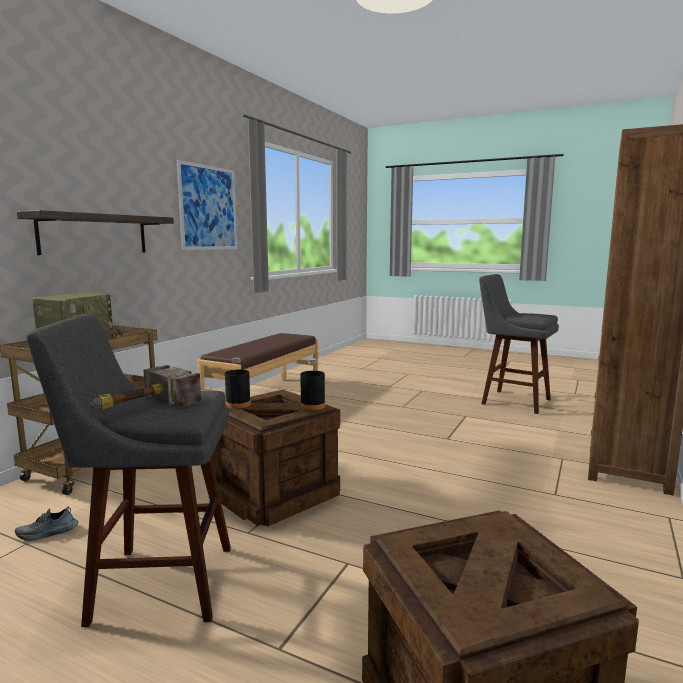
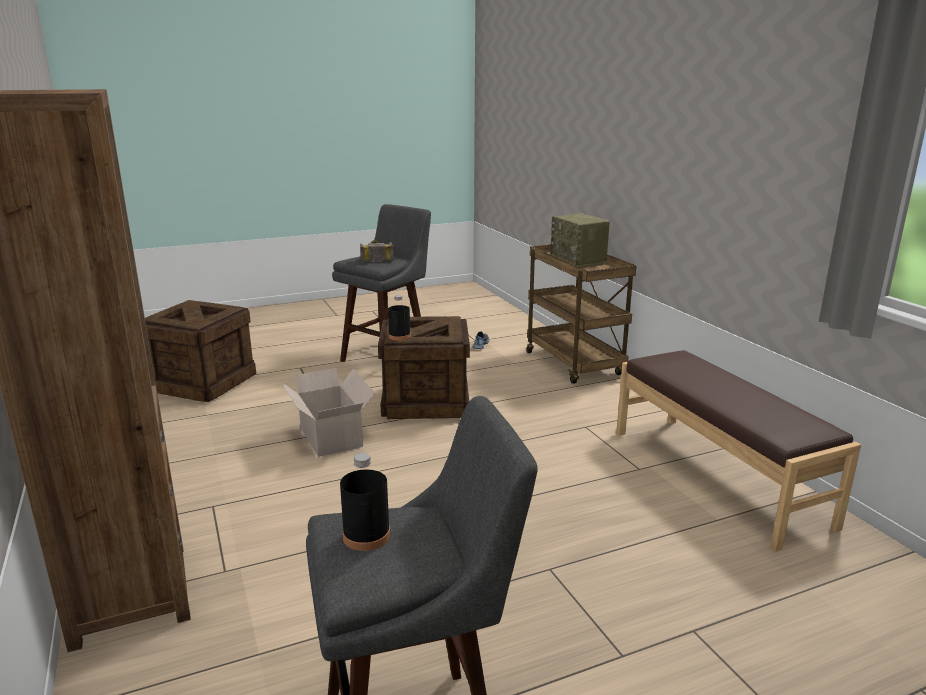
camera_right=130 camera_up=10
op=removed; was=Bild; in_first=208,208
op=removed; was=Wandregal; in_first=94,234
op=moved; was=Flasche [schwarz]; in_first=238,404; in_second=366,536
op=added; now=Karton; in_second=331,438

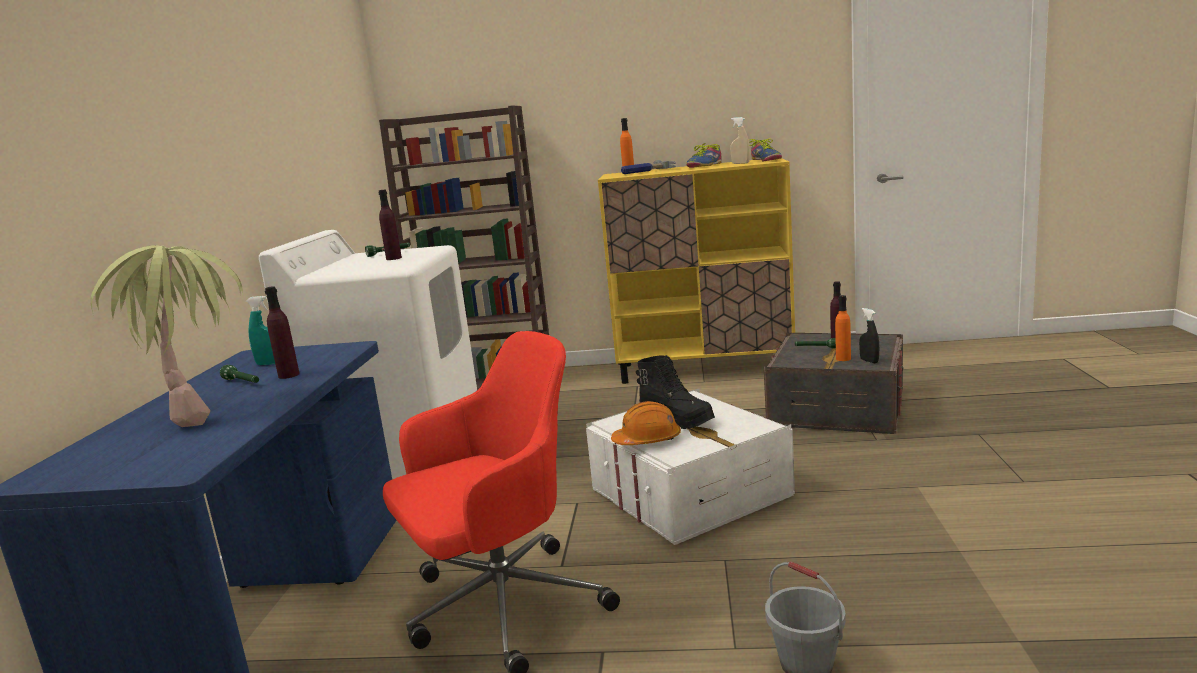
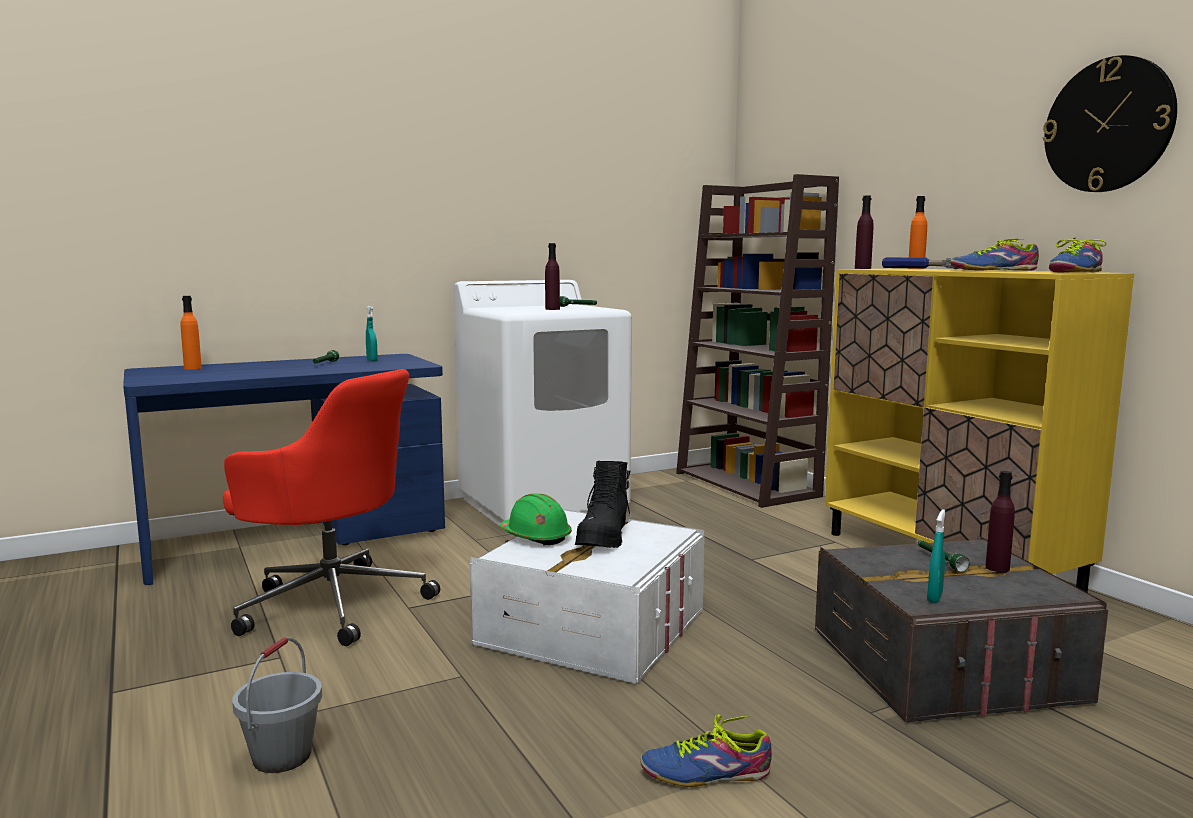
camera_right=55 camera_up=-5
op=removed; was=Sprühflasche [beige]; in_first=740,163
op=removed; was=Topfpflanze; in_first=202,412
op=moved; was=Flasche [lila]; in_first=289,375; in_second=862,268
op=moved; was=Flasche [orange]; in_first=843,358; in_second=192,368
op=recoloured; was=Sprühflasche [schwarz]; now=Sprühflasche [türkis]; in_first=869,361; in_second=934,598
op=recoloured; was=Schutzhelm [orange]; now=Schutzhelm [grün]; in_first=647,440; in_second=536,537
op=added; now=Wanduhr; in_second=1108,125
op=added; now=Schuh; in_second=706,773

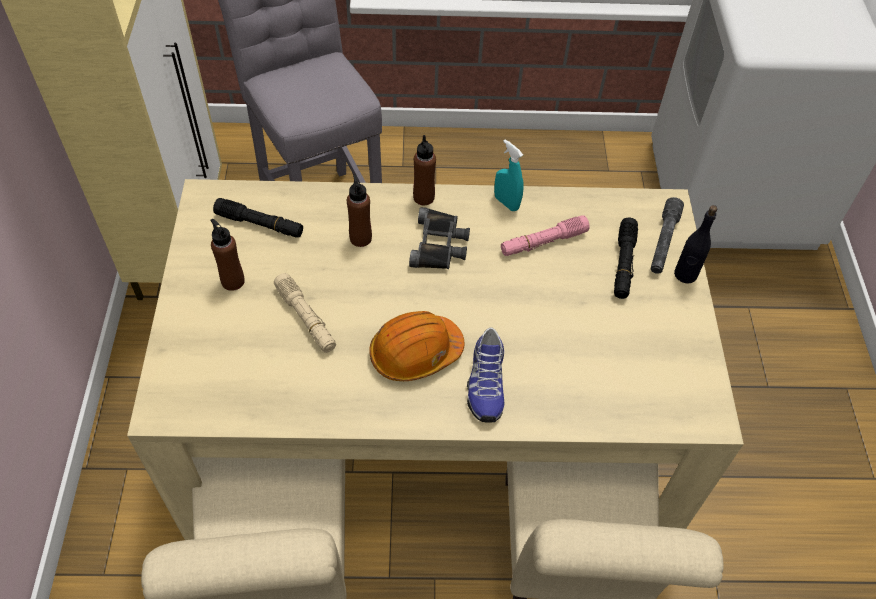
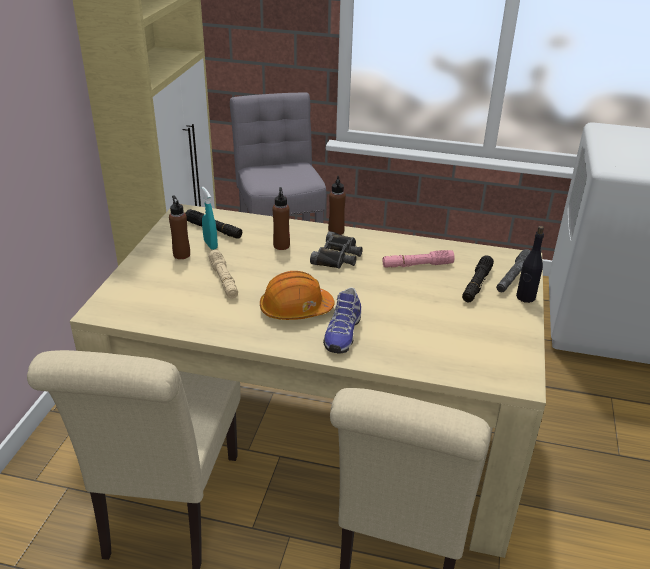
camera_right=15 camera_up=-20
op=moved; was=Sprühflasche [türkis]; in_first=506,203; in_second=210,244

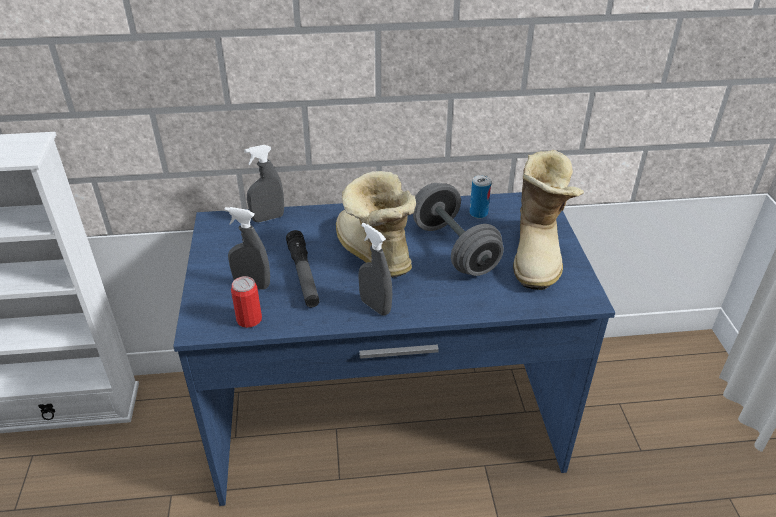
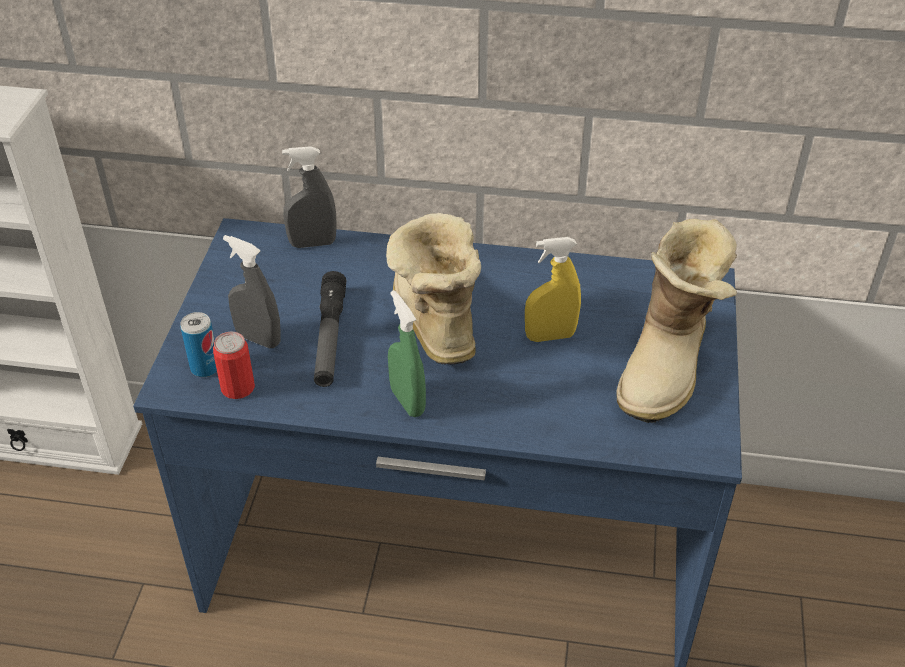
camera_right=15 camera_up=5
op=moved; was=Dose; in_first=478,213; in_second=205,367
op=replaced; was=Hantel [grau]; now=Sprühflasche [gelb]; in_first=454,249; in_second=550,336
op=recoloured; was=Sprühflasche [grau]; now=Sprühflasche [grün]; in_first=375,306; in_second=407,401

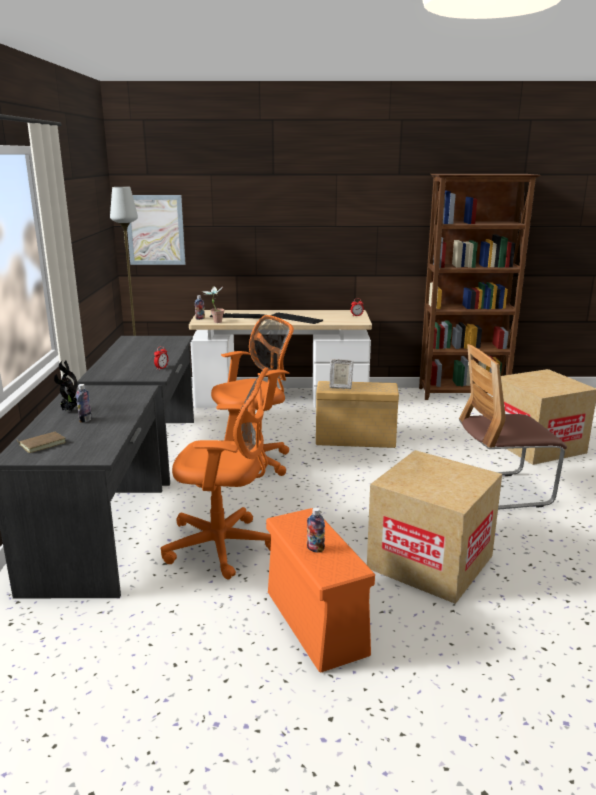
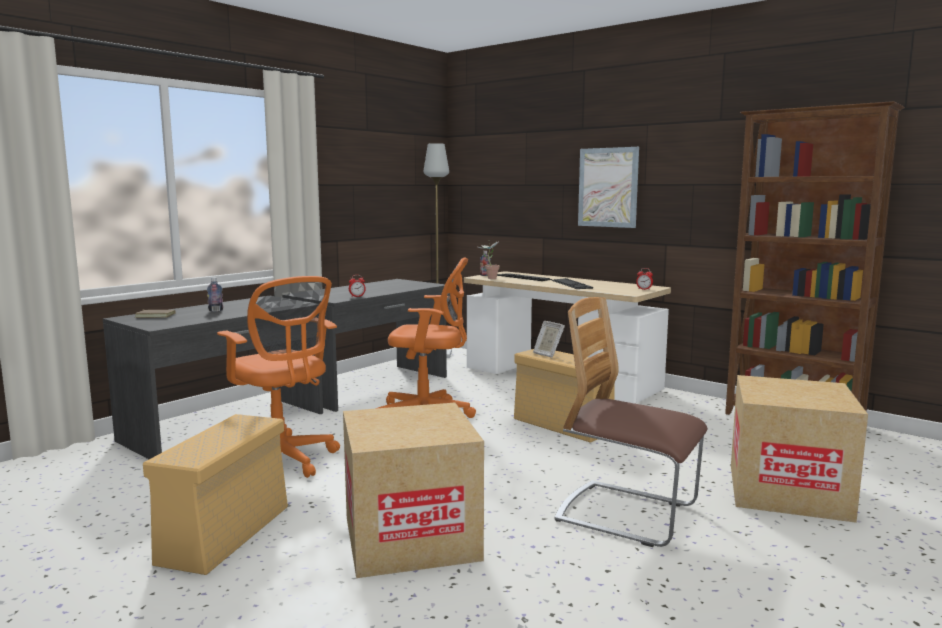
camera_right=40 camera_up=-10
op=moved; was=Bild; in_first=155,230; in_second=608,187
op=removed; was=Topfpflanze; in_first=69,410
op=removed; was=Flasche; in_first=315,549
op=recoloured; was=Aufbewahrungsbox [orange]; now=Aufbewahrungsbox [beige]; in_first=314,621; in_second=226,533

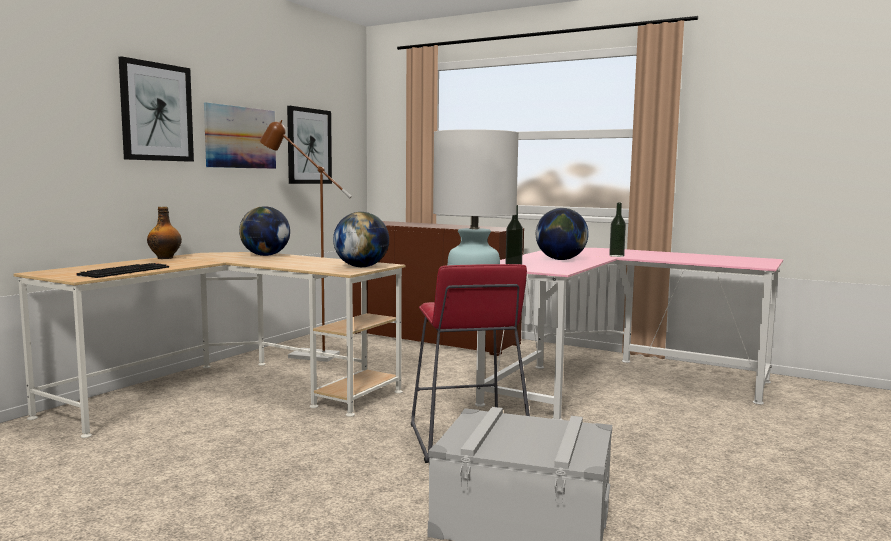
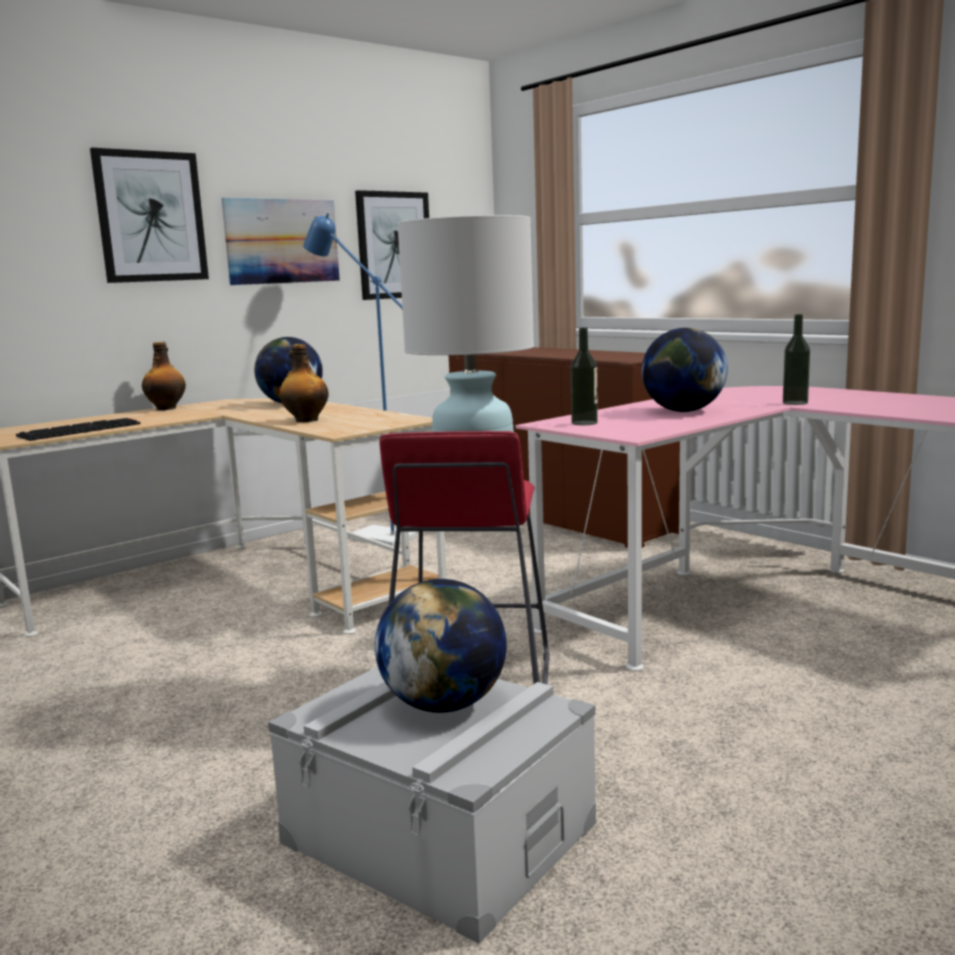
camera_right=20 camera_up=5
op=recoloured; was=Stehlampe [braun]; now=Stehlampe [blau]; in_first=305,355; in_second=372,536
op=moved; was=Globus; in_first=361,267; in_second=444,704
op=added; now=Flasche; in_second=305,420

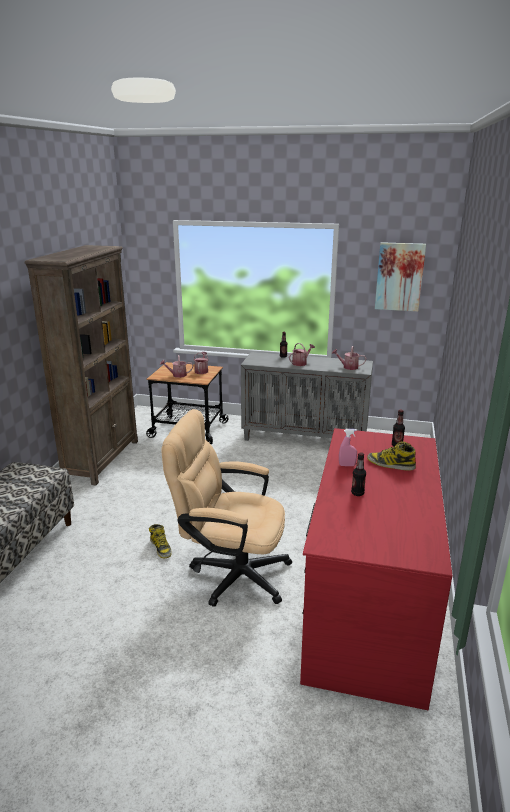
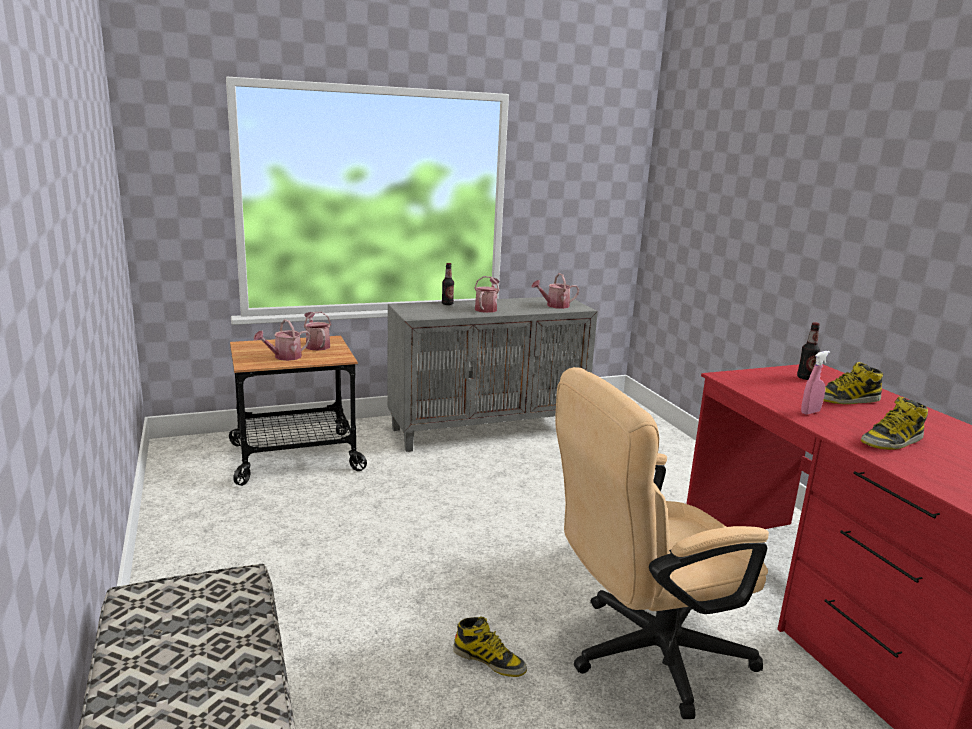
camera_right=-35 camera_up=-5
op=removed; was=Bild; in_first=399,277
op=removed; was=Bücherregal [braun]; in_first=102,459
op=replaced; was=Flasche; now=Stiefel; in_first=357,493; in_second=892,441

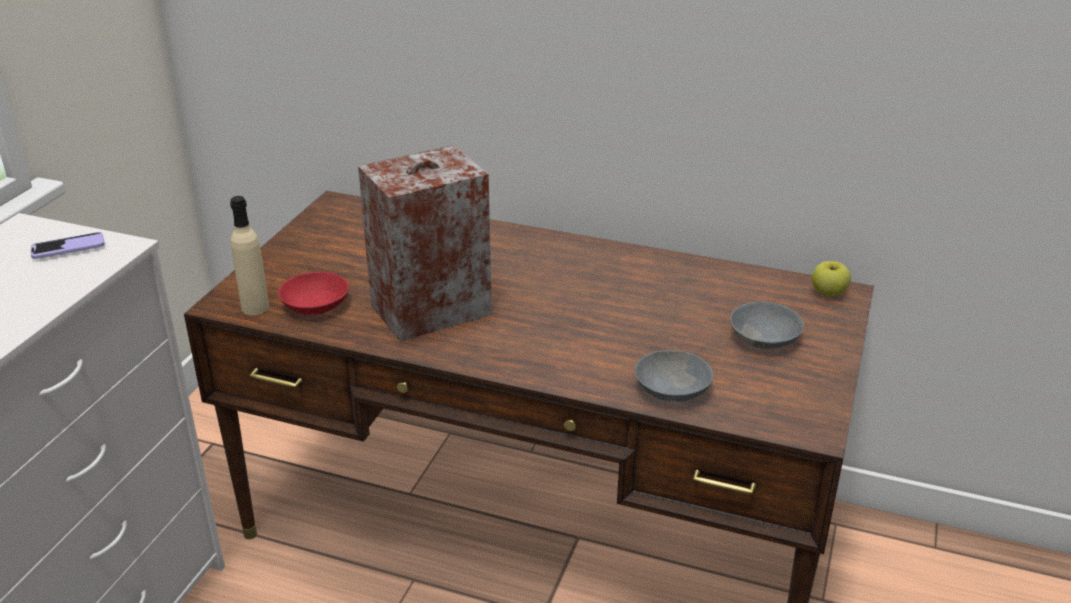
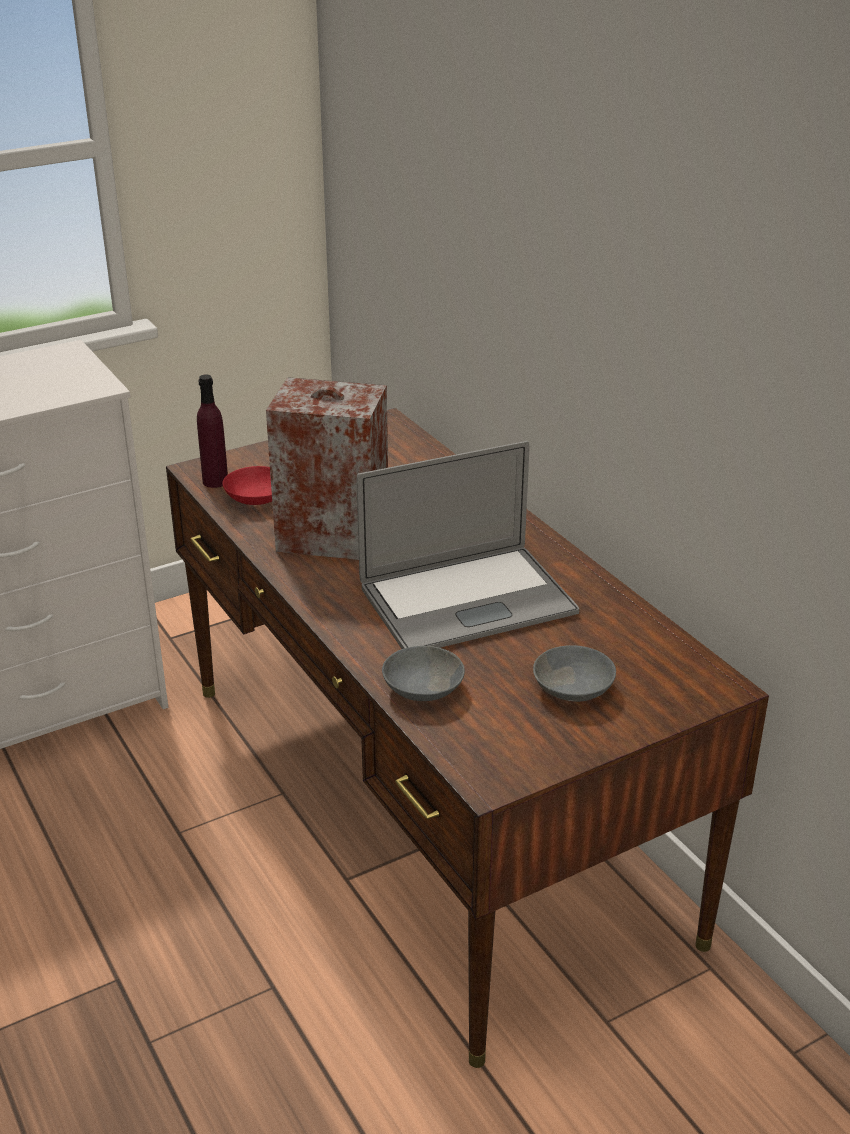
camera_right=40 camera_up=0
op=recoloured; was=Flasche [beige]; now=Flasche [lila]; in_first=255,307; in_second=215,481
op=removed; was=Handy; in_first=68,248
op=removed; was=Apfel; in_first=829,293
op=added; now=Laptop; in_second=467,600

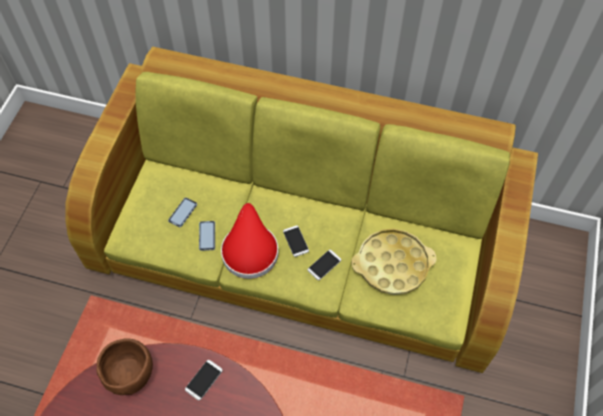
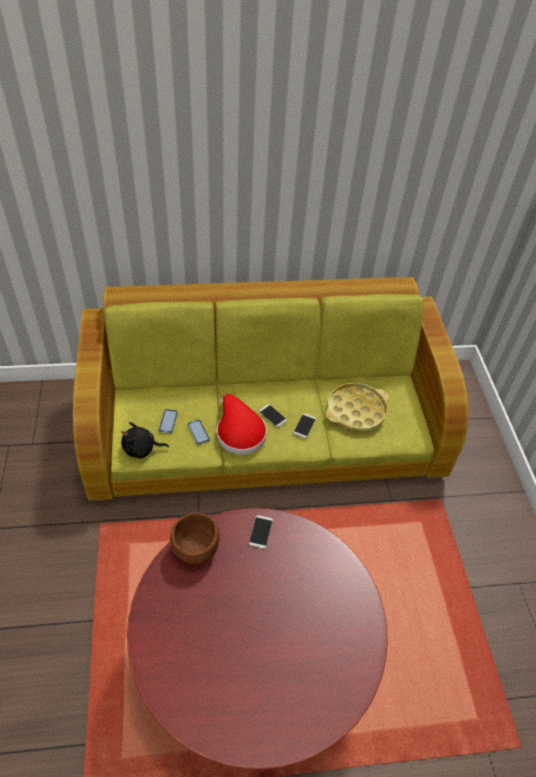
camera_right=-25 camera_up=-10
op=added; now=Plüschtier [schwarz]; in_second=142,449

